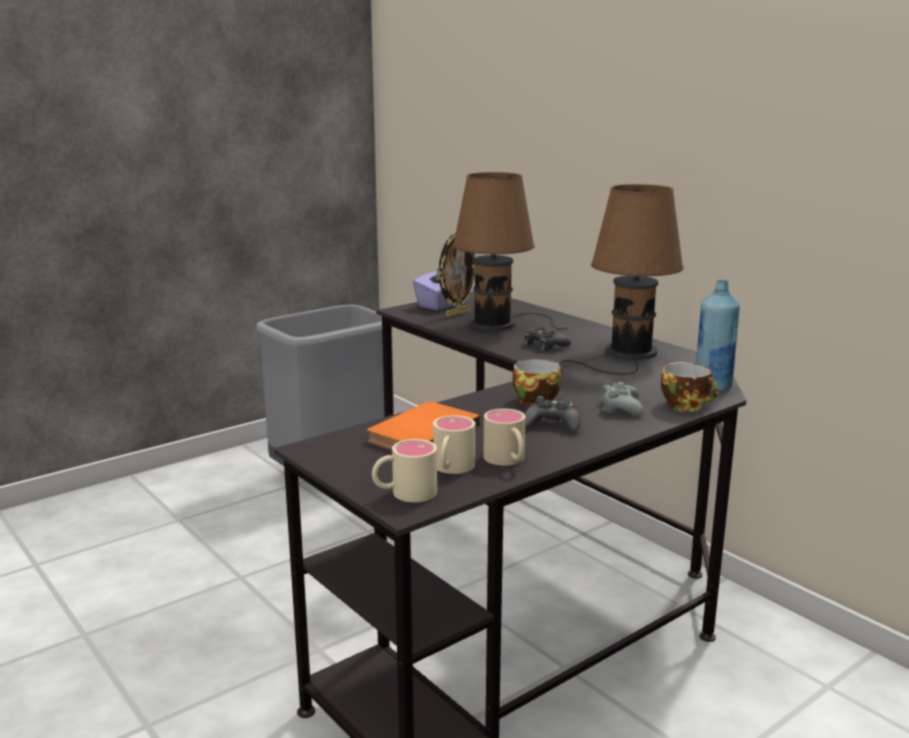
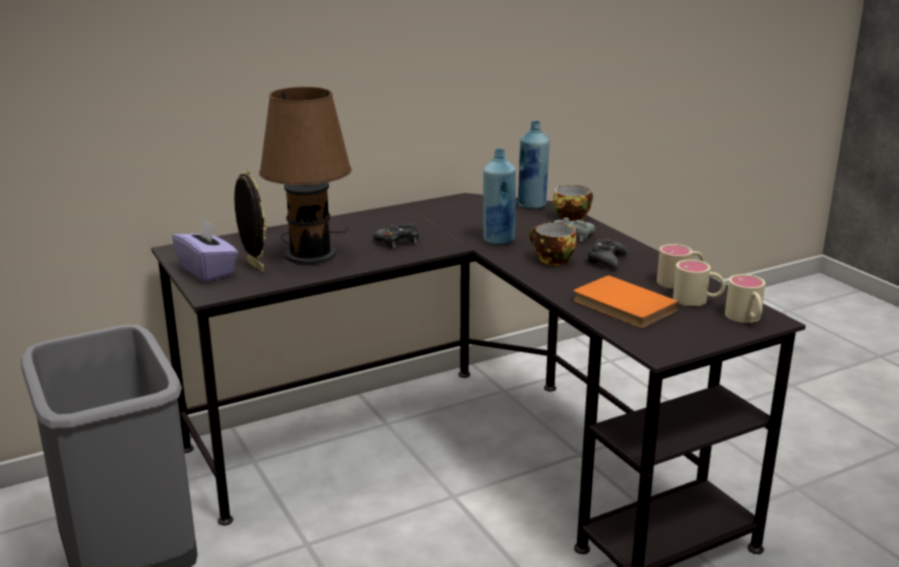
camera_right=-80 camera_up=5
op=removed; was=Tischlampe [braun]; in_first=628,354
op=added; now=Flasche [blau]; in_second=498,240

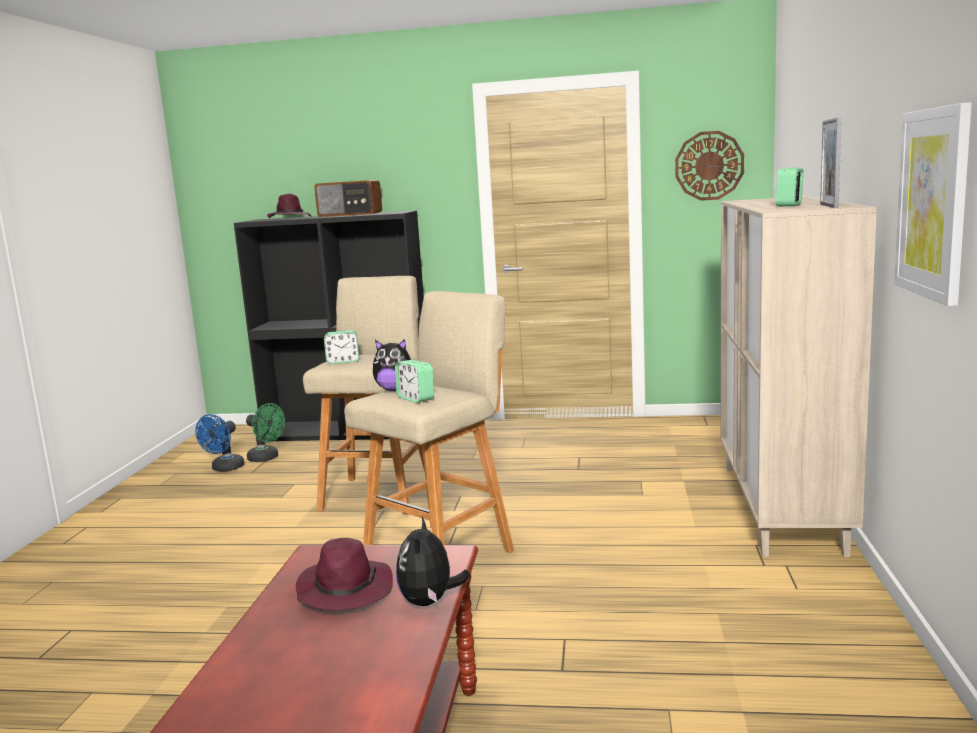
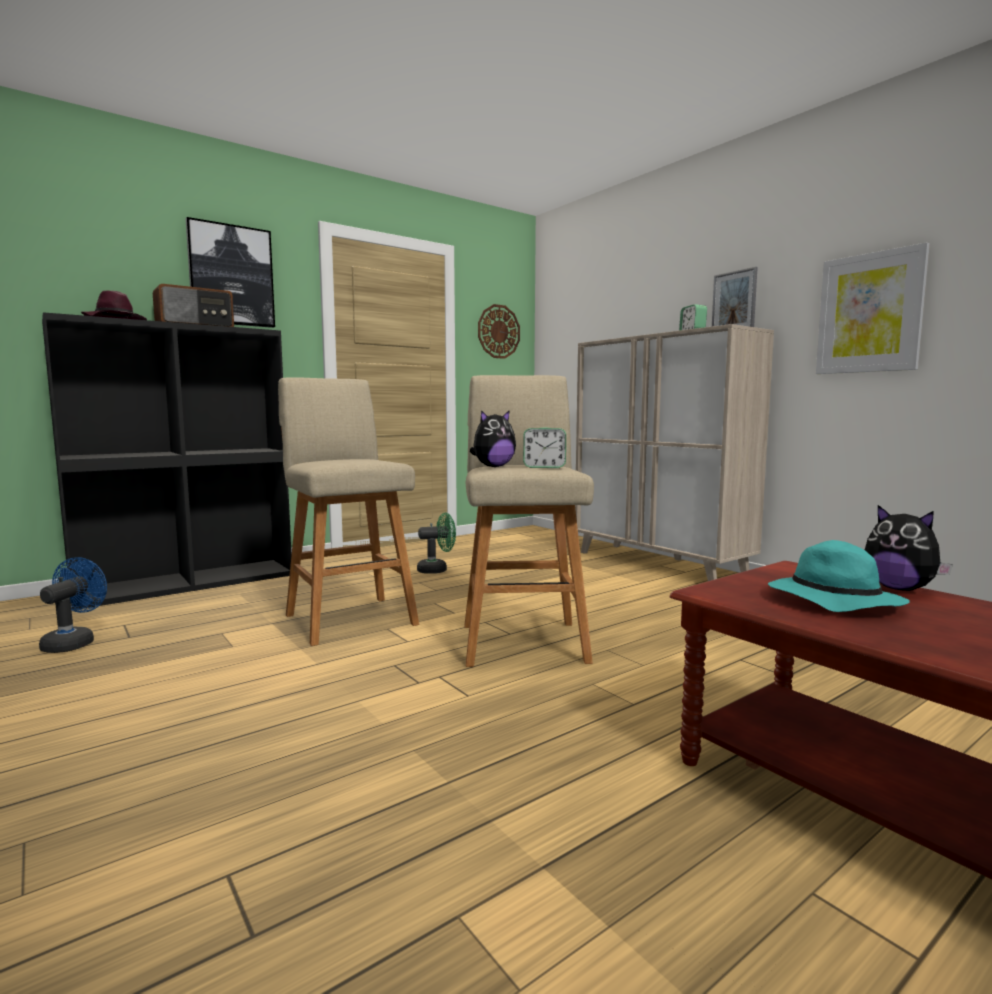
camera_right=-45 camera_up=-5
op=removed; was=Wecker; in_first=343,361
op=moved; was=Ventilator [grün]; in_first=267,458; in_second=437,570
op=turned; was=Ventilator [blau]; in_first=224,469; in_second=73,642; clockwise=-150
op=recoloured; was=Hut [lila]; now=Hut [türkis]; in_first=344,590; in_second=831,601
op=added; now=Bild; in_second=231,275

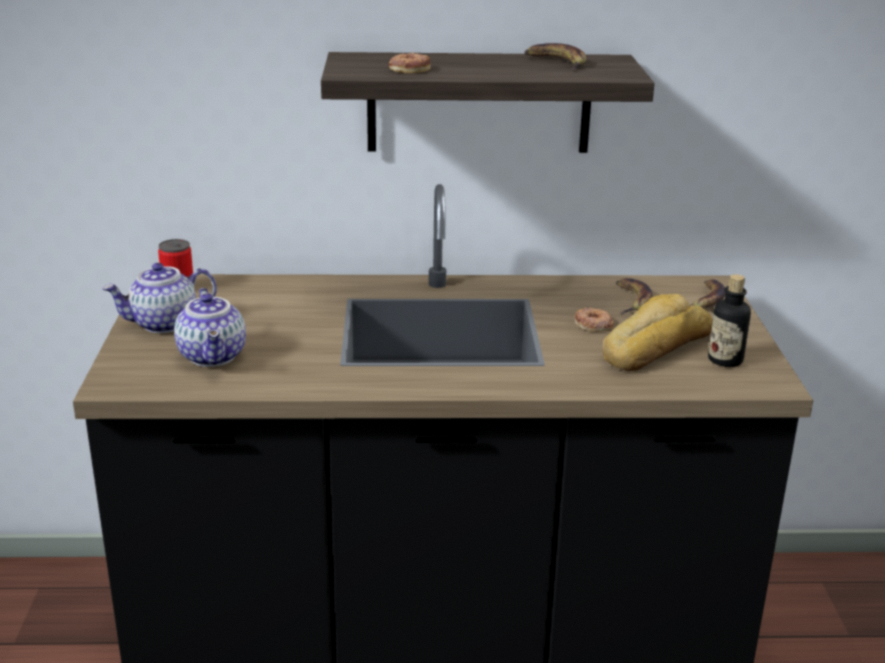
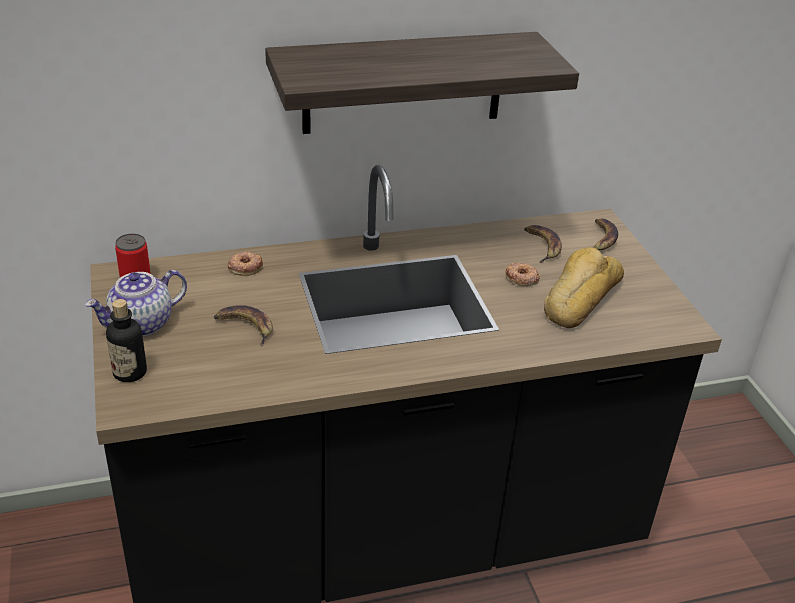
camera_right=-15 camera_up=10
op=moved; was=Banane; in_first=556,62; in_second=245,326
op=moved; was=Donut; in_first=409,68; in_second=245,267
op=moved; was=Flasche; in_first=725,360; in_second=130,372
op=removed; was=Teekanne; in_first=214,356

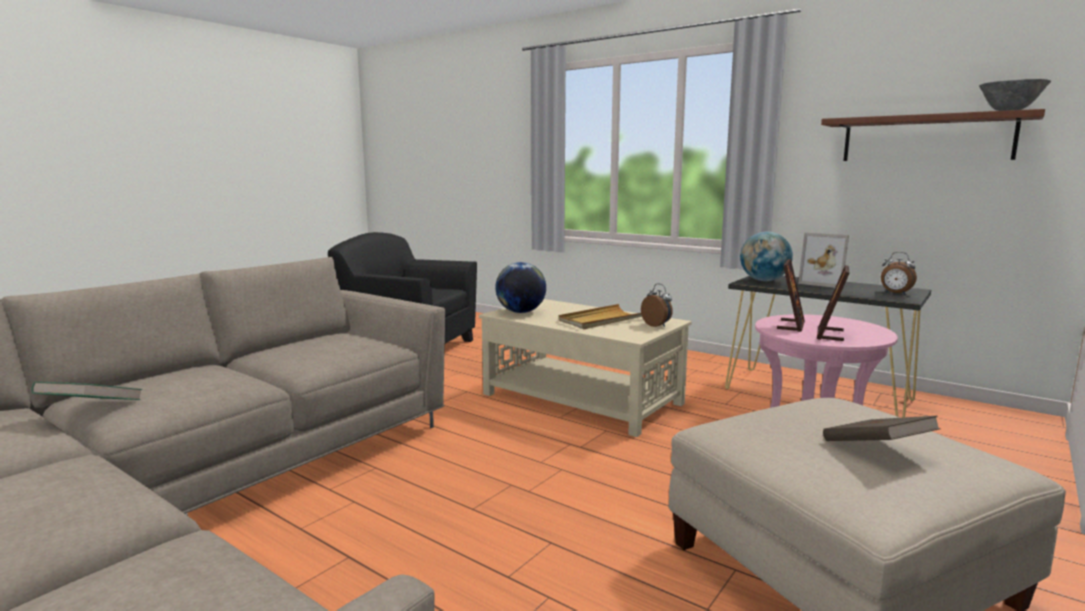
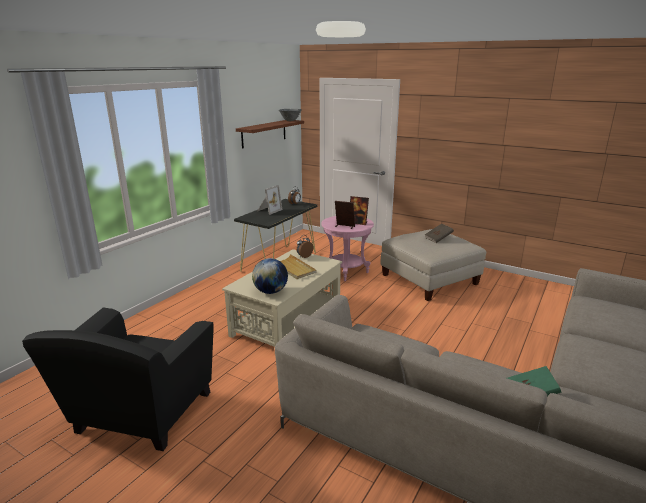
camera_right=-95 camera_up=10
op=removed; was=Globus; in_first=764,280

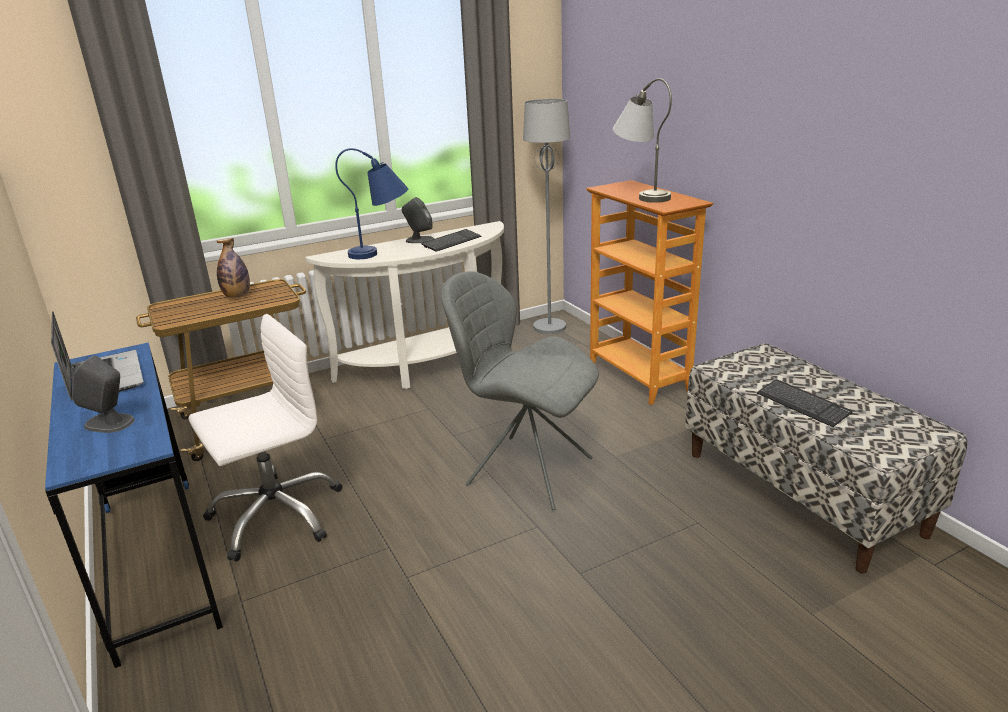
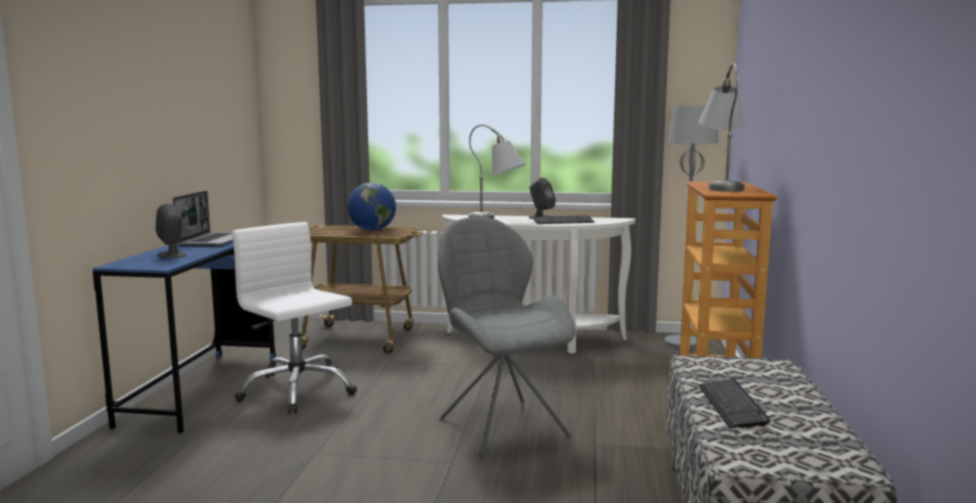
camera_right=35 camera_up=-15
op=recoloured; was=Tischlampe [blau]; now=Tischlampe [grau]; in_first=383,253; in_second=497,219
op=replaced; was=Flasche; now=Globus; in_first=237,296; in_second=372,230
op=turned; was=Bürostuhl [weiß]; in_first=276,514; in_second=297,390; clockwise=-135

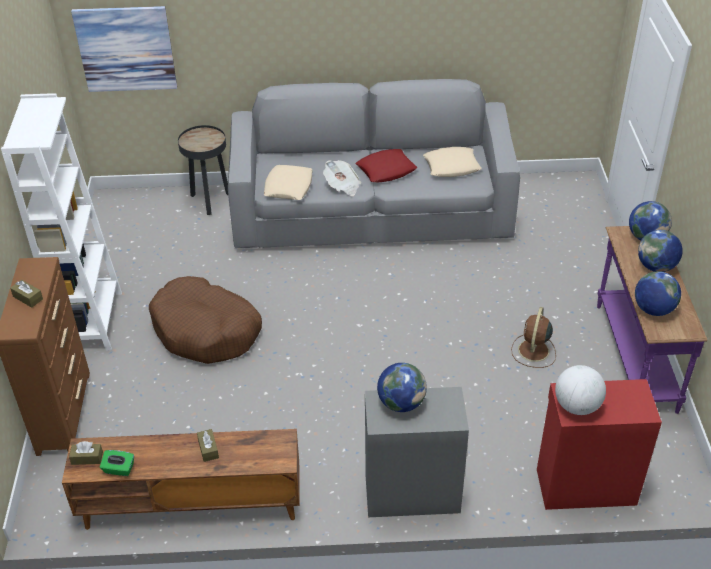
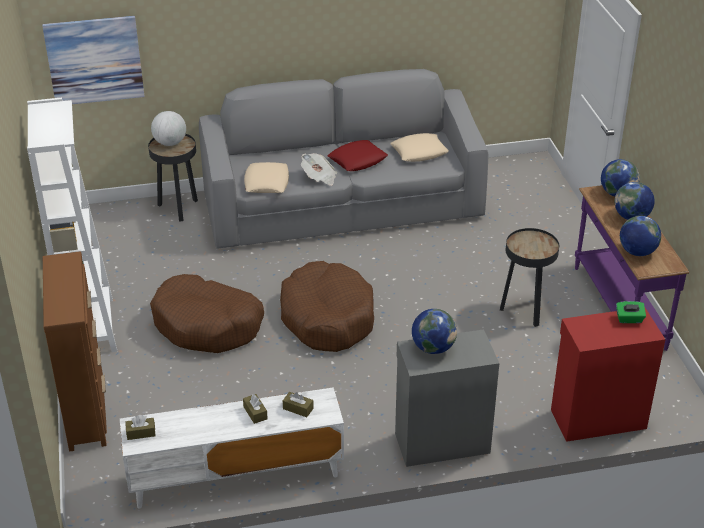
camera_right=-10 camera_up=-5
op=moved; was=Taschentuchbox [braun]; in_first=28,298; in_second=298,408
op=replaced; was=Ventilator [braun]; now=Beistelltisch [schwarz]; in_first=533,351; in_second=525,312
op=moved; was=Globus; in_first=577,406; in_second=170,143
op=recoloured; was=Fernsehschrank [braun]; now=Fernsehschrank [weiß]; in_first=191,505; in_second=235,476
op=moved; was=Taschentuchbox [grün]; in_first=119,469; in_second=629,319
op=added; now=Hundebett [braun]; in_second=327,317

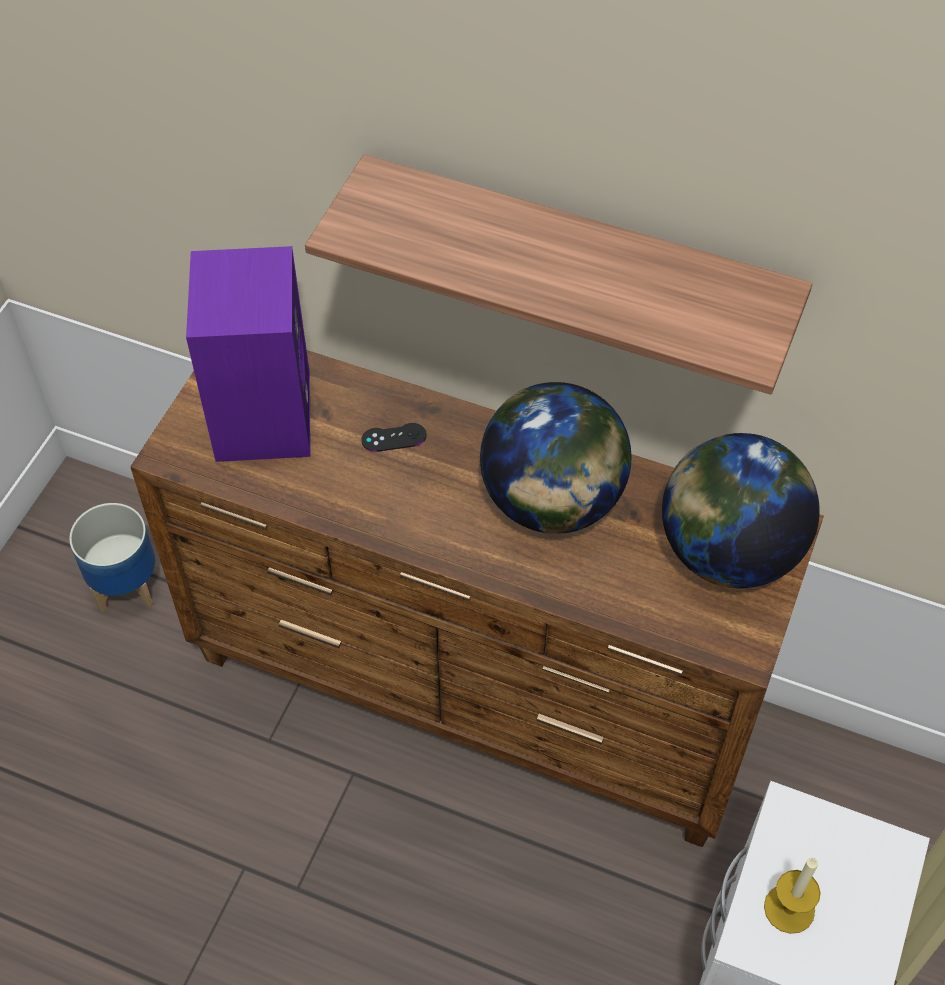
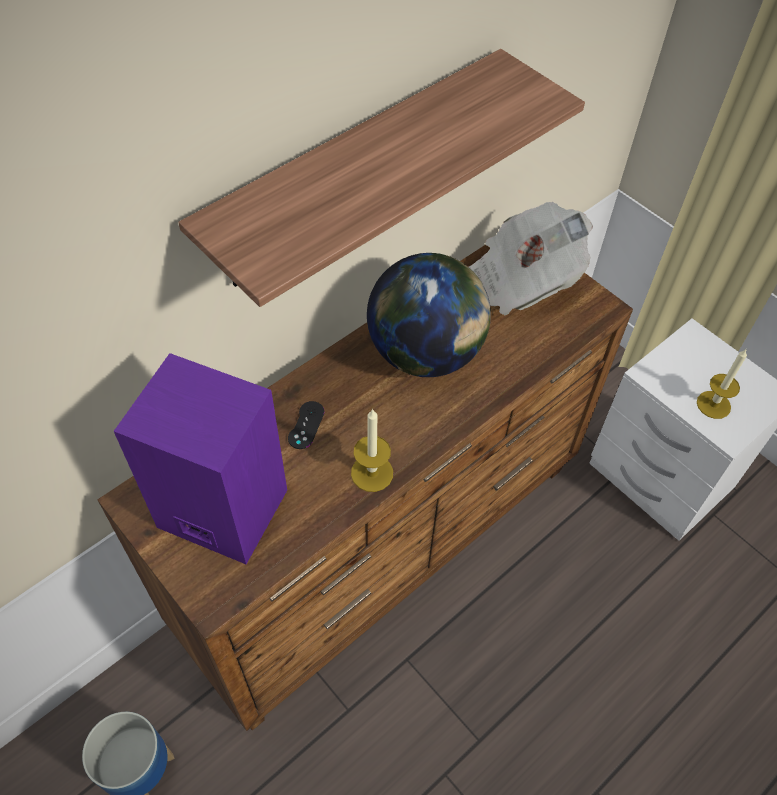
camera_right=-65 camera_up=0
op=replaced; was=Globus; now=Zeitung; in_first=728,551; in_second=520,280
op=added; now=Kerze; in_second=372,473

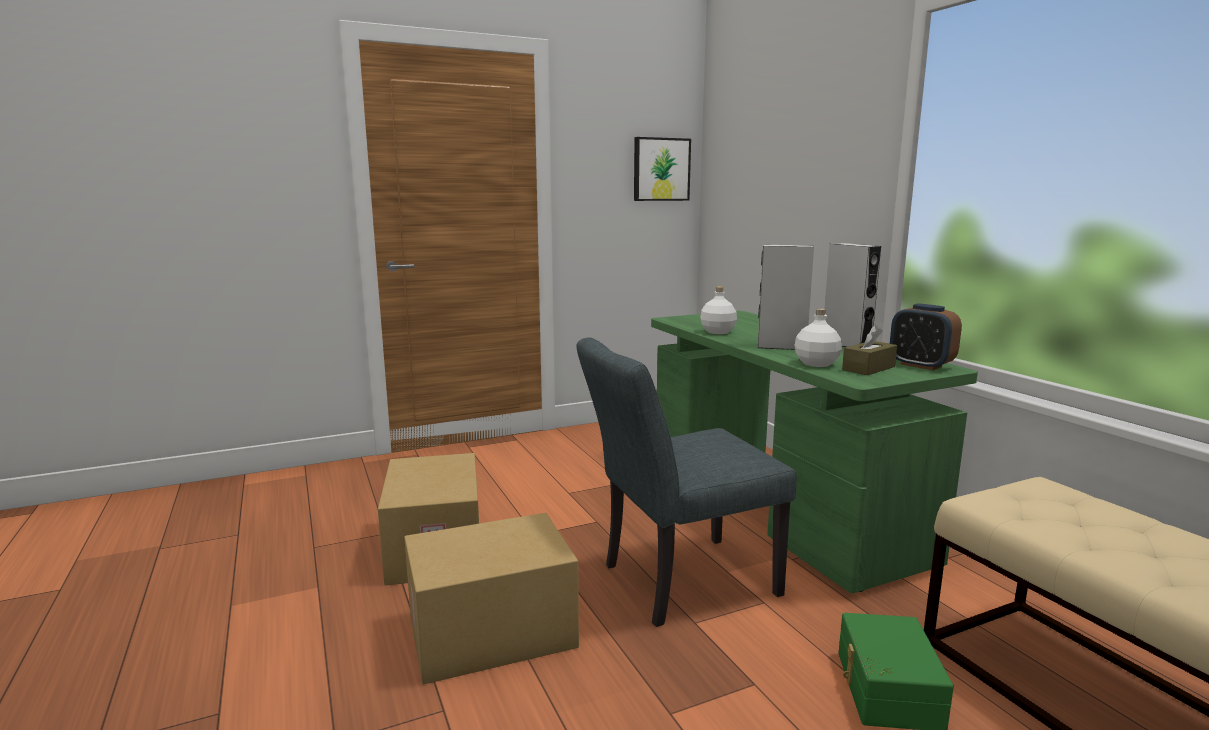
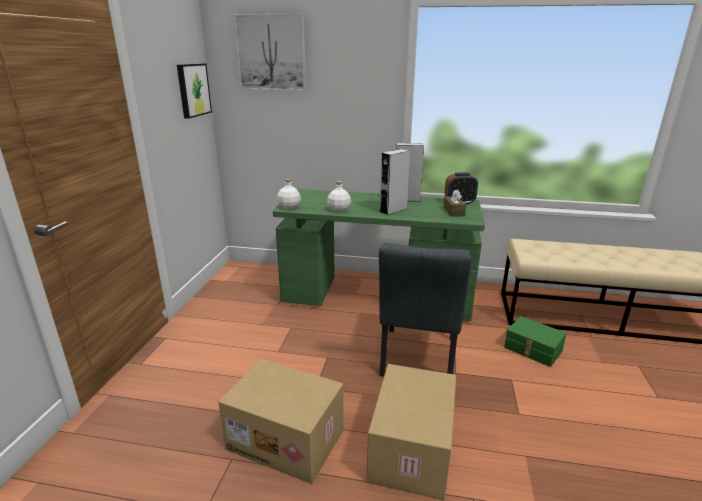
camera_right=-55 camera_up=10
op=moved; was=Flasche [weiß]; in_first=816,364; in_second=289,207
op=added; now=Bild; in_second=271,53

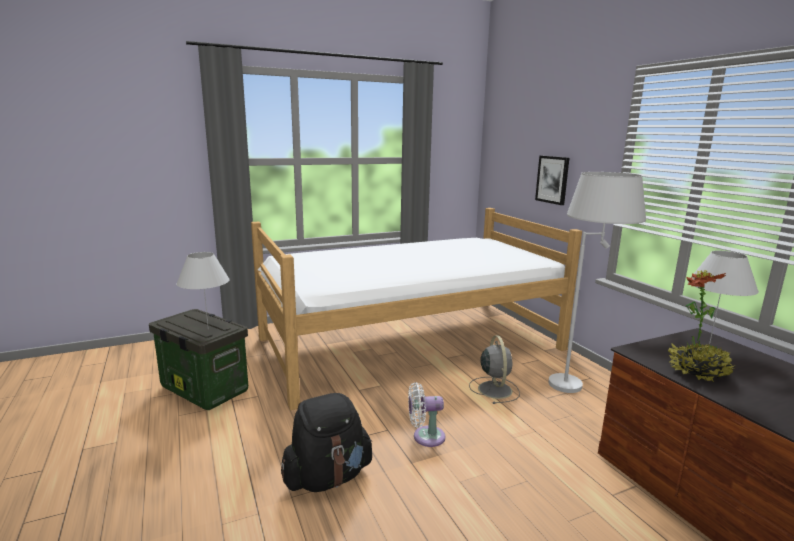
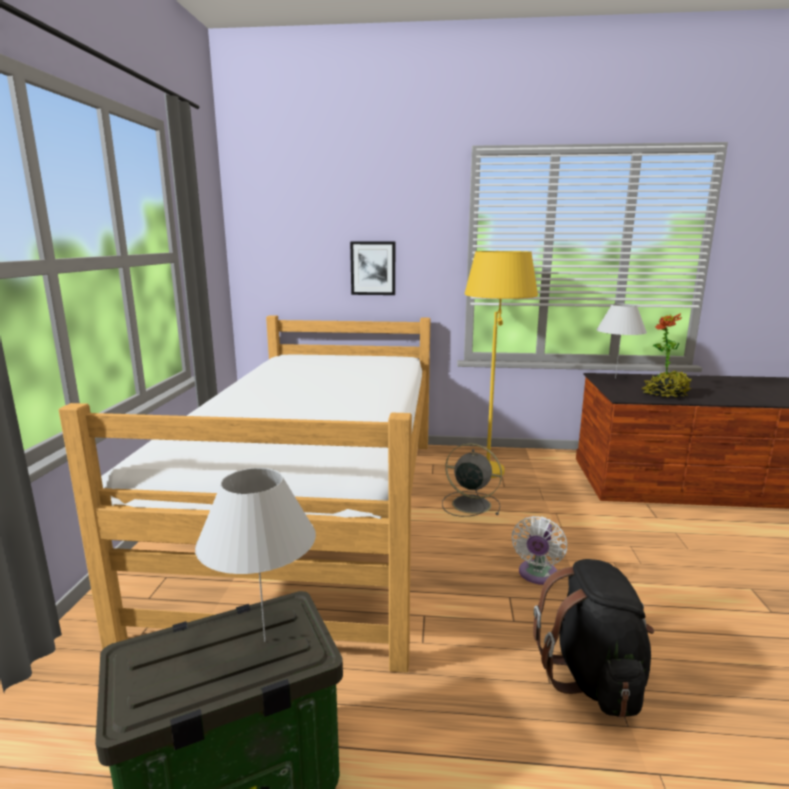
camera_right=-60 camera_up=0
op=recoloured; was=Stehlampe [weiß]; now=Stehlampe [gelb]; in_first=582,383; in_second=491,464

